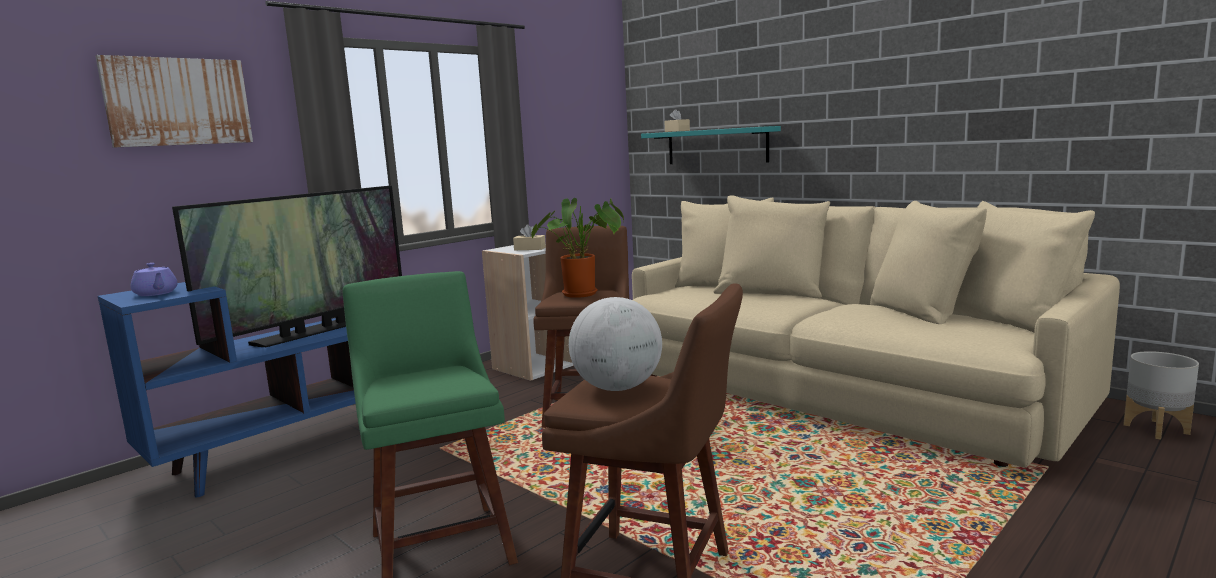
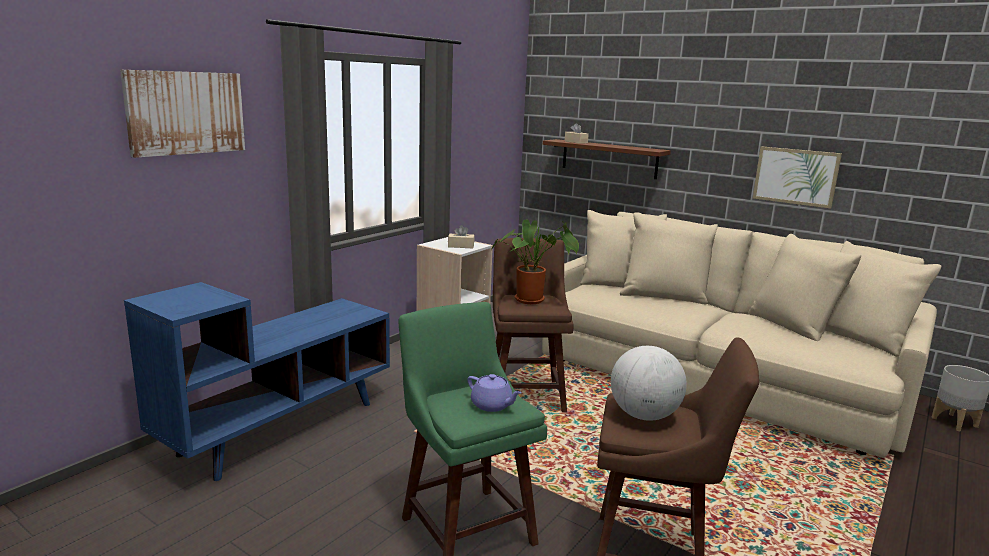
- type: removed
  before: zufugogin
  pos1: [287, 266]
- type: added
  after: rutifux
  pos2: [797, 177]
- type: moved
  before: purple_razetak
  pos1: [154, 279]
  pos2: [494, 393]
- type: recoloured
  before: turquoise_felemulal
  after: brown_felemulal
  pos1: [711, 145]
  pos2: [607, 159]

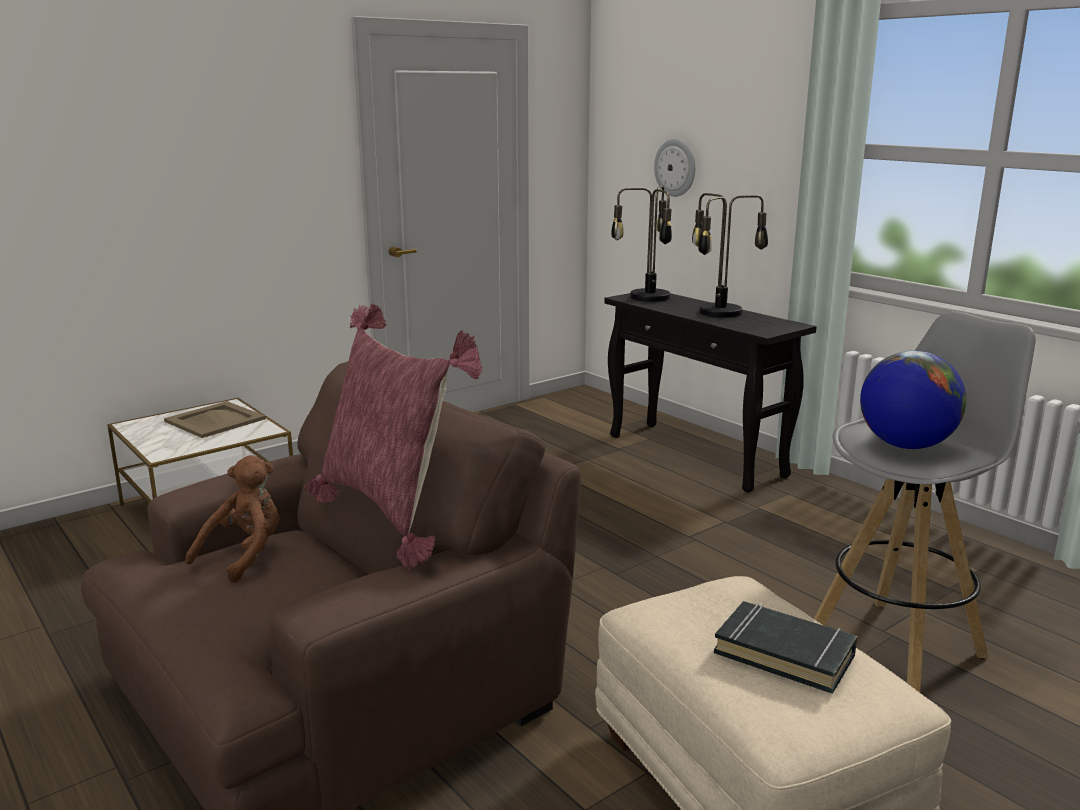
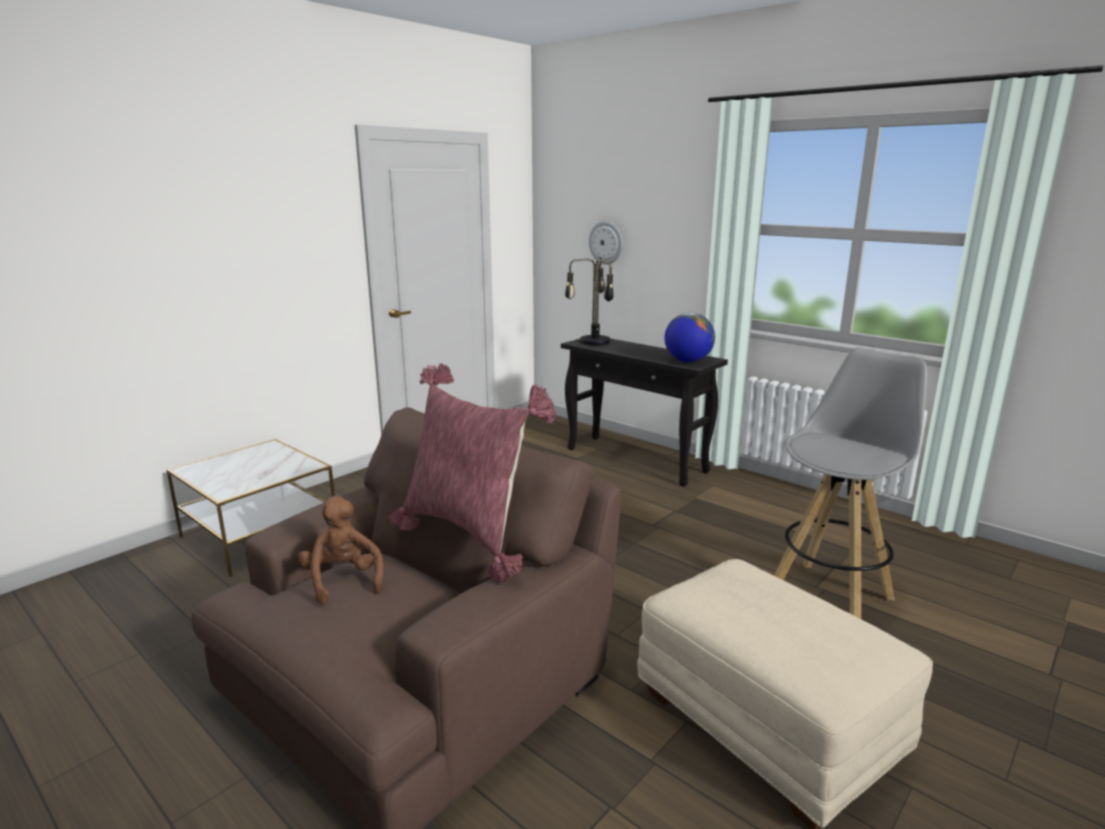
- type: removed
  before: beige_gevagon
  pos1: [215, 419]
- type: removed
  before: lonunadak
  pos1: [730, 255]
- type: removed
  before: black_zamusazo
  pos1: [785, 647]
- type: moved
  before: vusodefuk
  pos1: [913, 400]
  pos2: [690, 338]
- type: turned
  before: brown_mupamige
  pos1: [232, 519]
  pos2: [341, 550]
  turn: -45

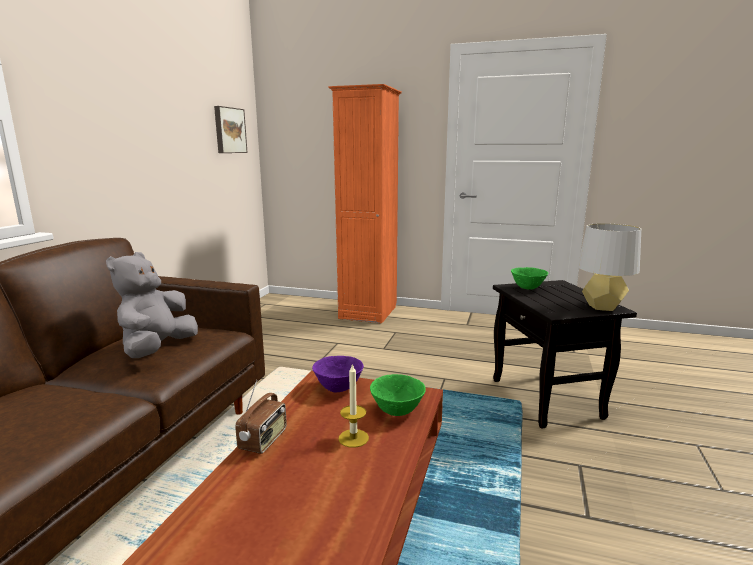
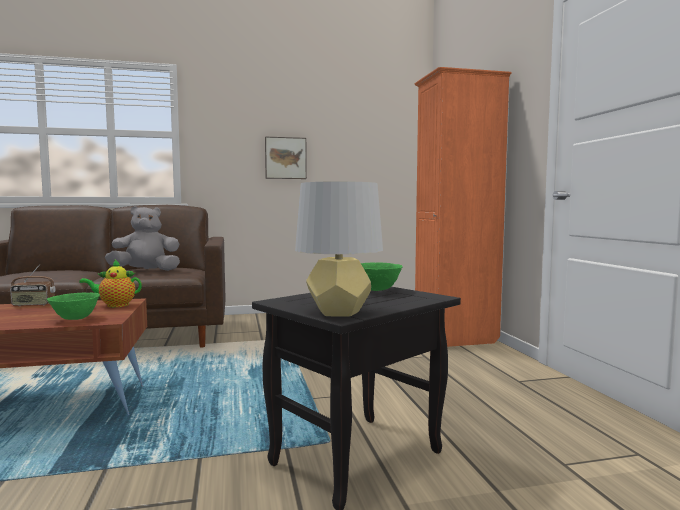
- type: removed
  before: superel
  pos1: [353, 405]
- type: moved
  before: rutifux
  pos1: [231, 129]
  pos2: [286, 158]
- type: replaced
  before: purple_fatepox
  after: razetak
  pos1: [338, 374]
  pos2: [110, 283]

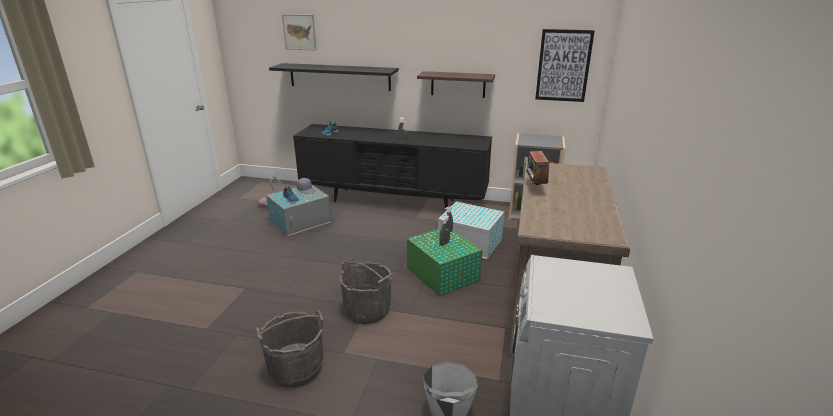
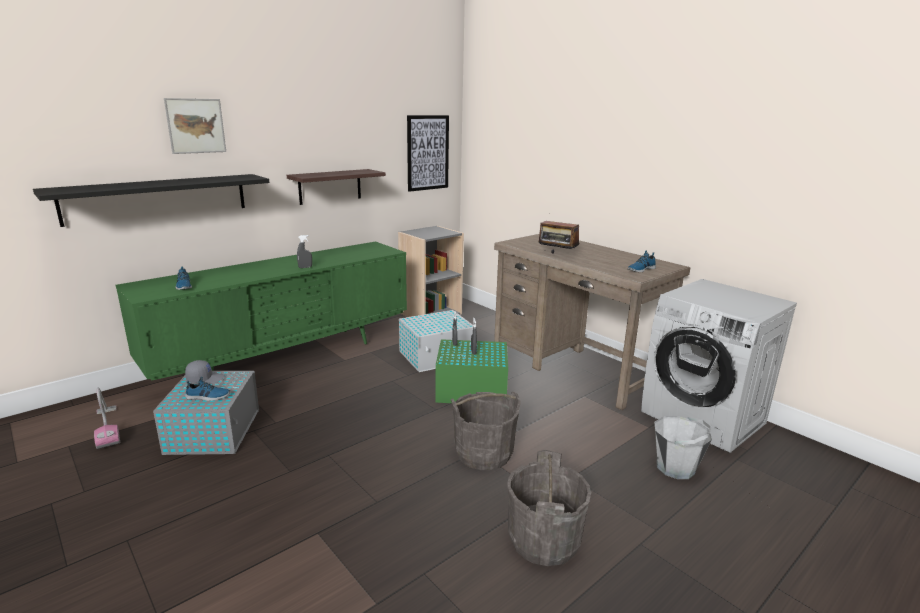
- type: added
  after: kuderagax
  pos2: [641, 261]
- type: moved
  before: rutifux
  pos1: [299, 32]
  pos2: [195, 126]
- type: recoloured
  before: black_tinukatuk
  after: green_tinukatuk
  pos1: [392, 168]
  pos2: [261, 310]

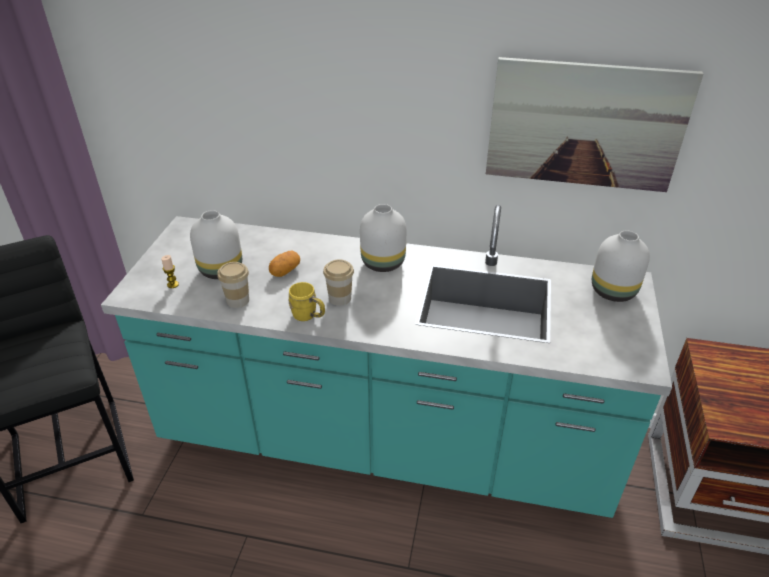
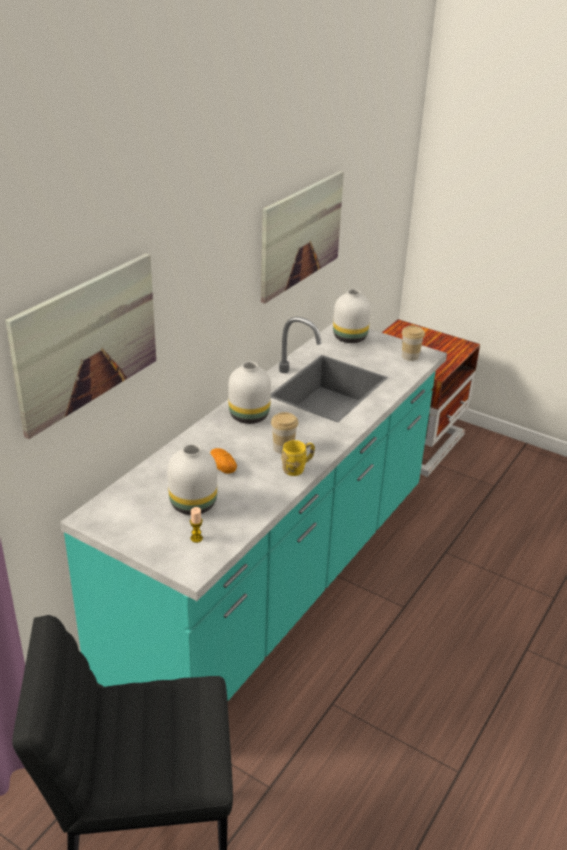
- type: added
  after: rutifux
  pos2: [80, 346]
- type: moved
  before: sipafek
  pos1: [233, 285]
  pos2: [413, 343]

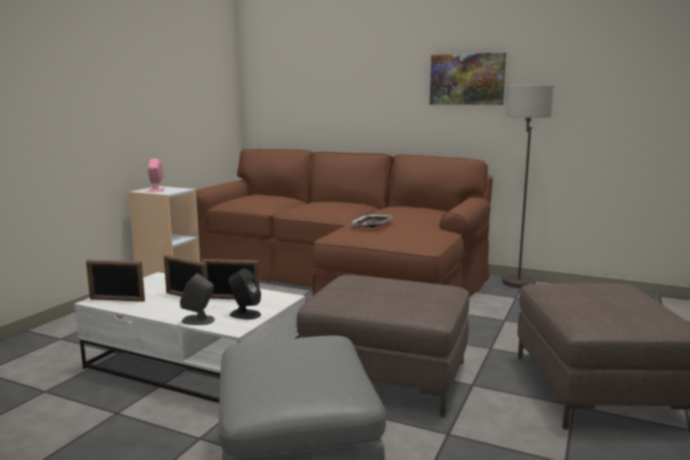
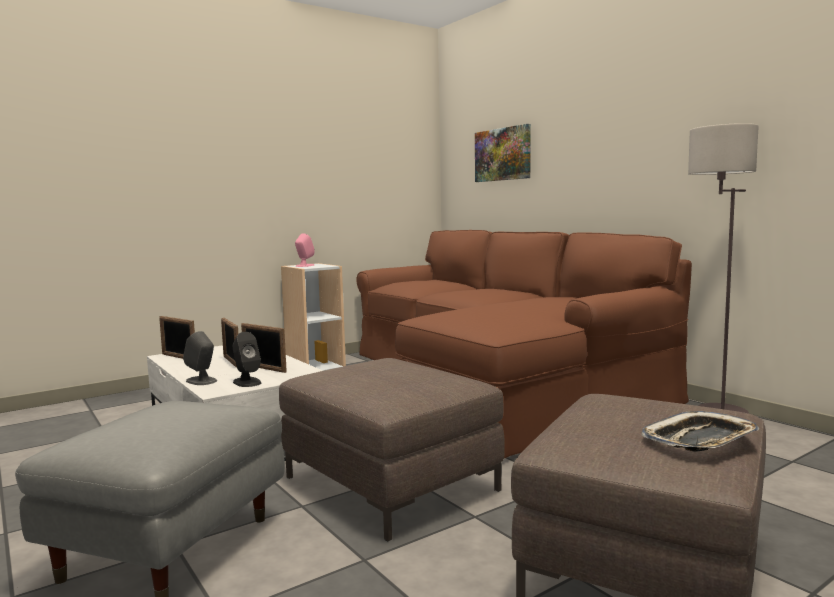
- type: moved
  before: gevagon
  pos1: [372, 221]
  pos2: [700, 431]
- type: moved
  before: rutifux
  pos1: [468, 78]
  pos2: [503, 153]

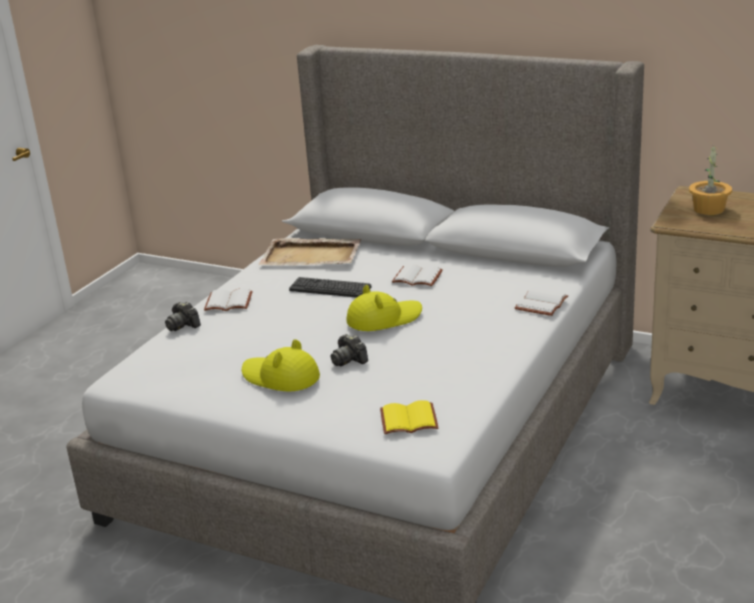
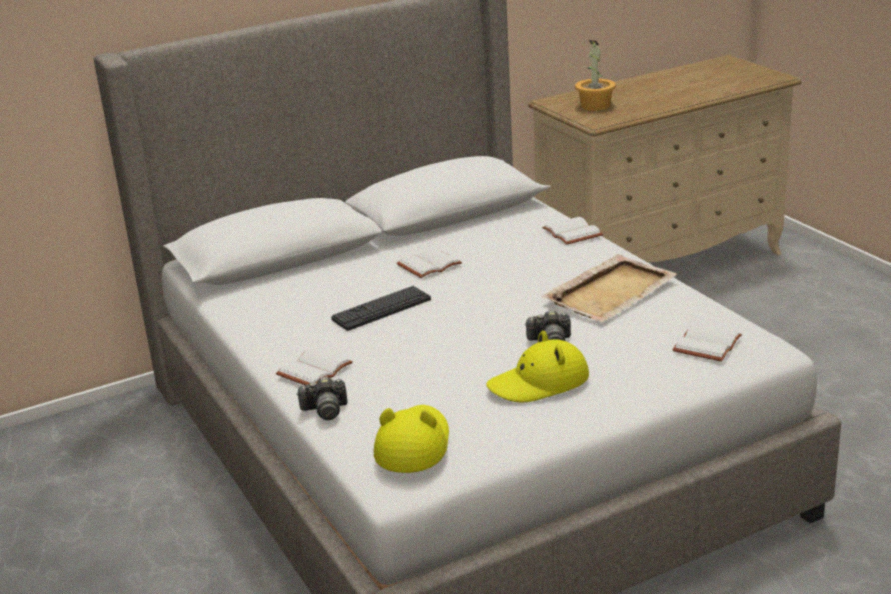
- type: moved
  before: beige_gevagon
  pos1: [310, 252]
  pos2: [609, 288]
- type: moved
  before: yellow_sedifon
  pos1: [384, 308]
  pos2: [411, 439]
- type: recoloured
  before: yellow_zamusazo
  after: white_zamusazo
  pos1: [409, 417]
  pos2: [707, 342]

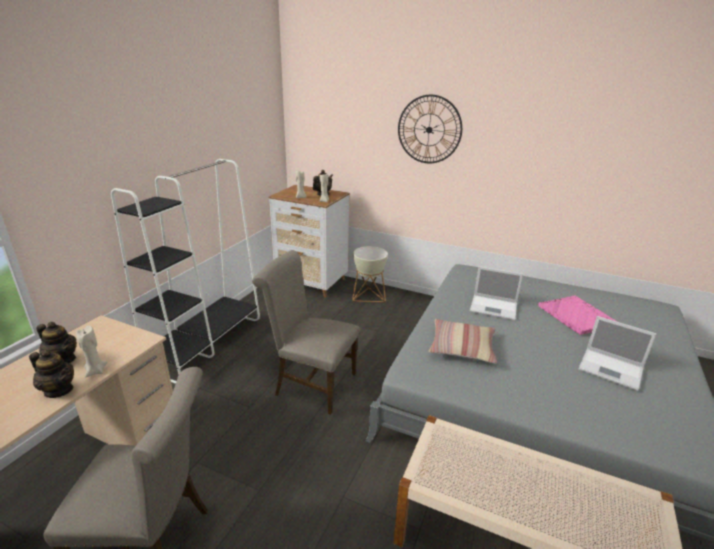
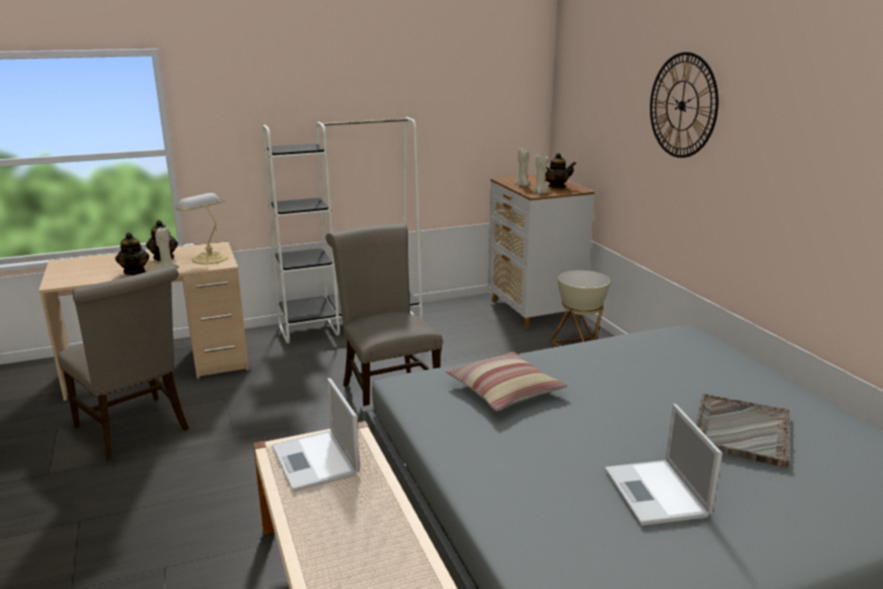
- type: added
  after: lonunadak
  pos2: [201, 229]
- type: moved
  before: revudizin
  pos1: [496, 293]
  pos2: [316, 435]
- type: recoloured
  before: pink_gevagon
  after: grey_gevagon
  pos1: [577, 315]
  pos2: [742, 431]

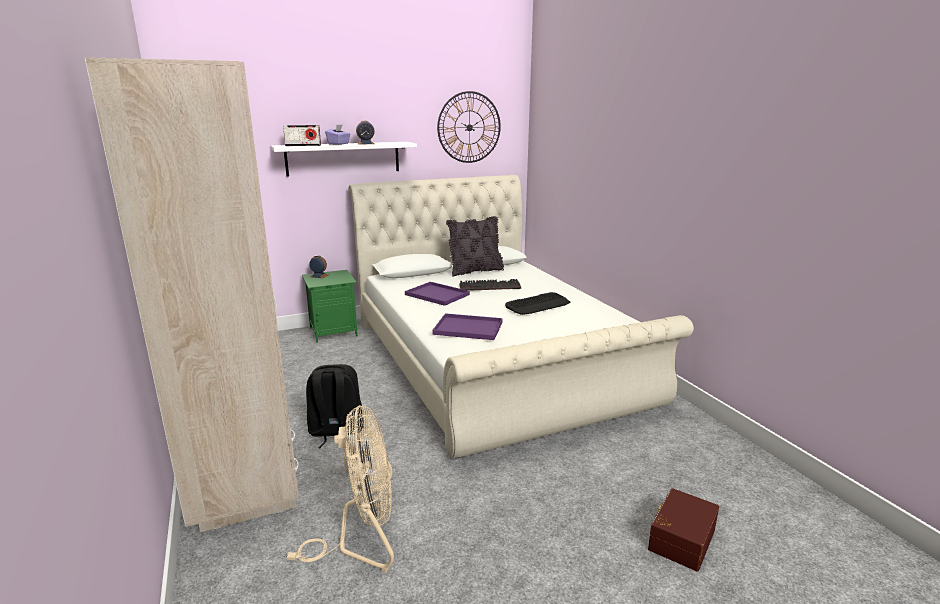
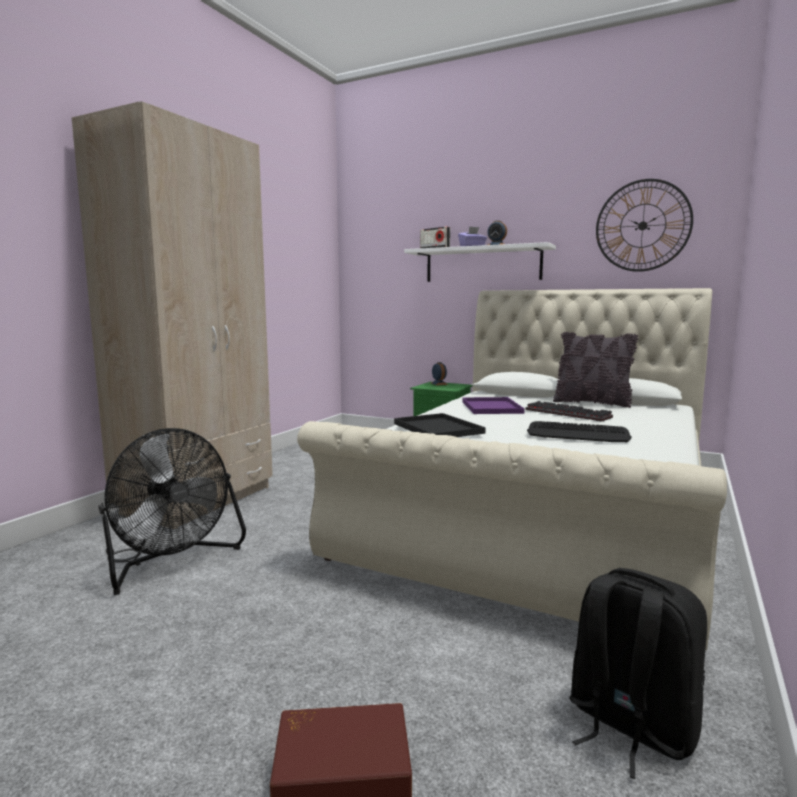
- type: moved
  before: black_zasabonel
  pos1: [335, 406]
  pos2: [638, 673]
- type: recoloured
  before: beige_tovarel
  after: black_tovarel
  pos1: [340, 489]
  pos2: [172, 511]
- type: recoloured
  before: purple_gevagon
  after: black_gevagon
  pos1: [467, 326]
  pos2: [440, 425]

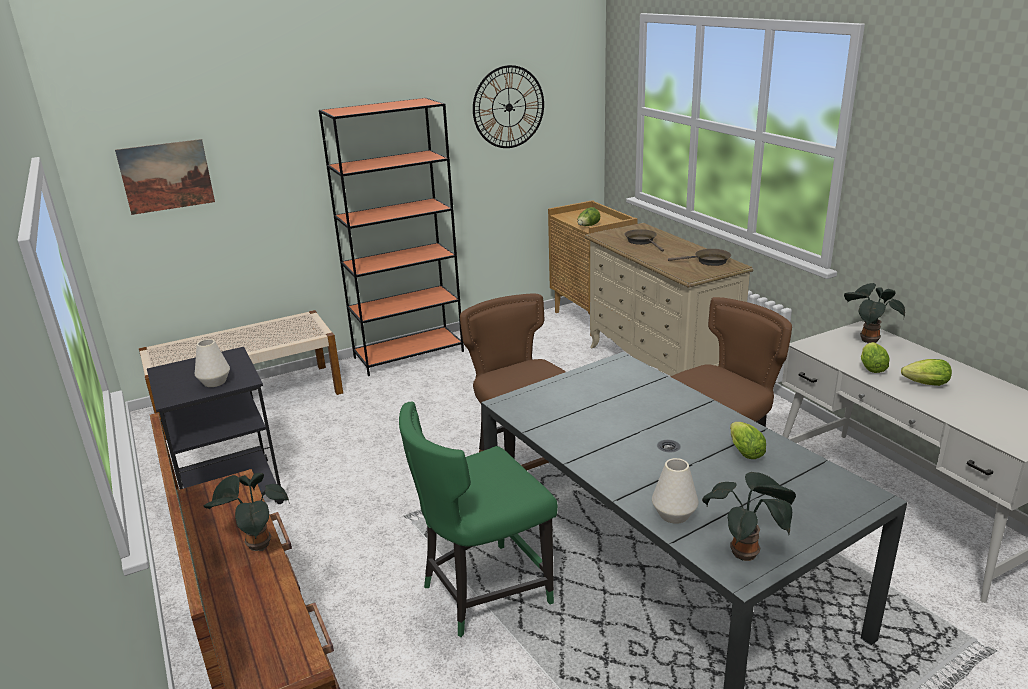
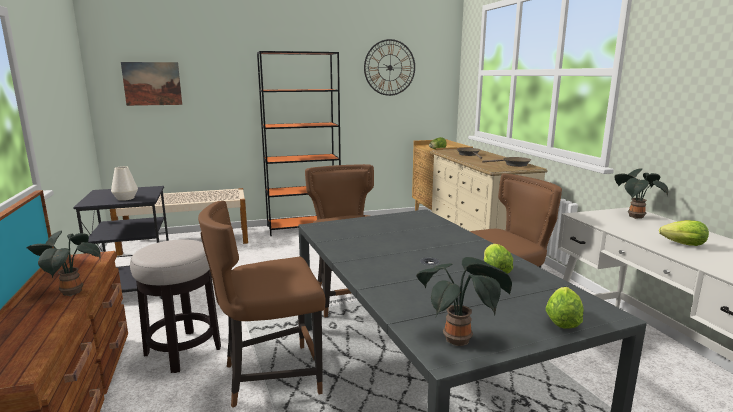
- type: removed
  before: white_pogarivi
  pos1: [675, 491]
- type: added
  after: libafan
  pos2: [175, 306]
- type: moved
  before: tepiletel
  pos1: [875, 357]
  pos2: [565, 308]
- type: recoloured
  before: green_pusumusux
  after: brown_pusumusux
  pos1: [478, 519]
  pos2: [262, 304]

